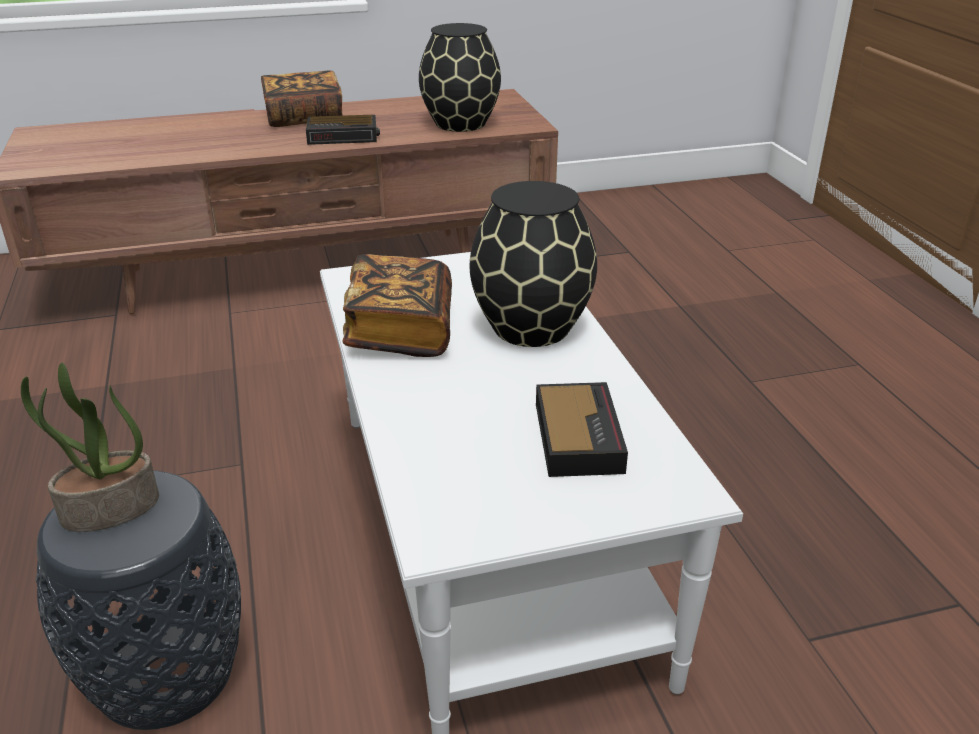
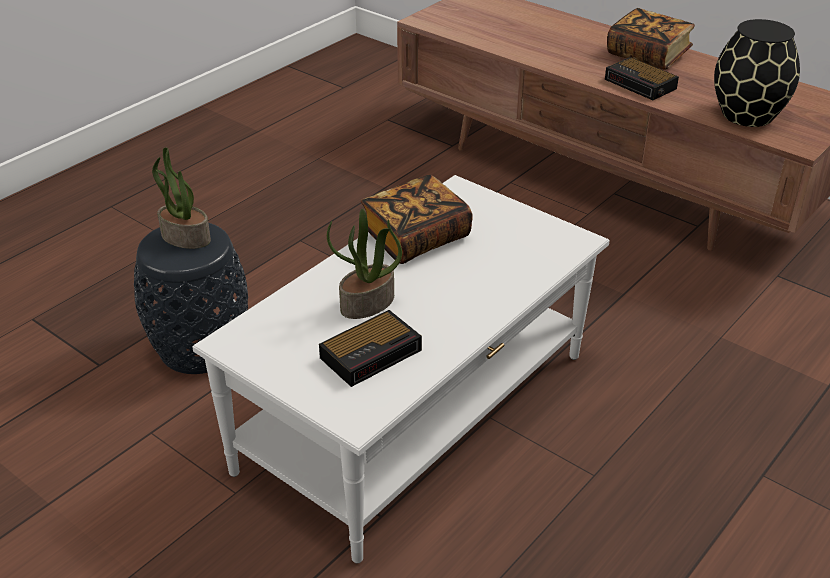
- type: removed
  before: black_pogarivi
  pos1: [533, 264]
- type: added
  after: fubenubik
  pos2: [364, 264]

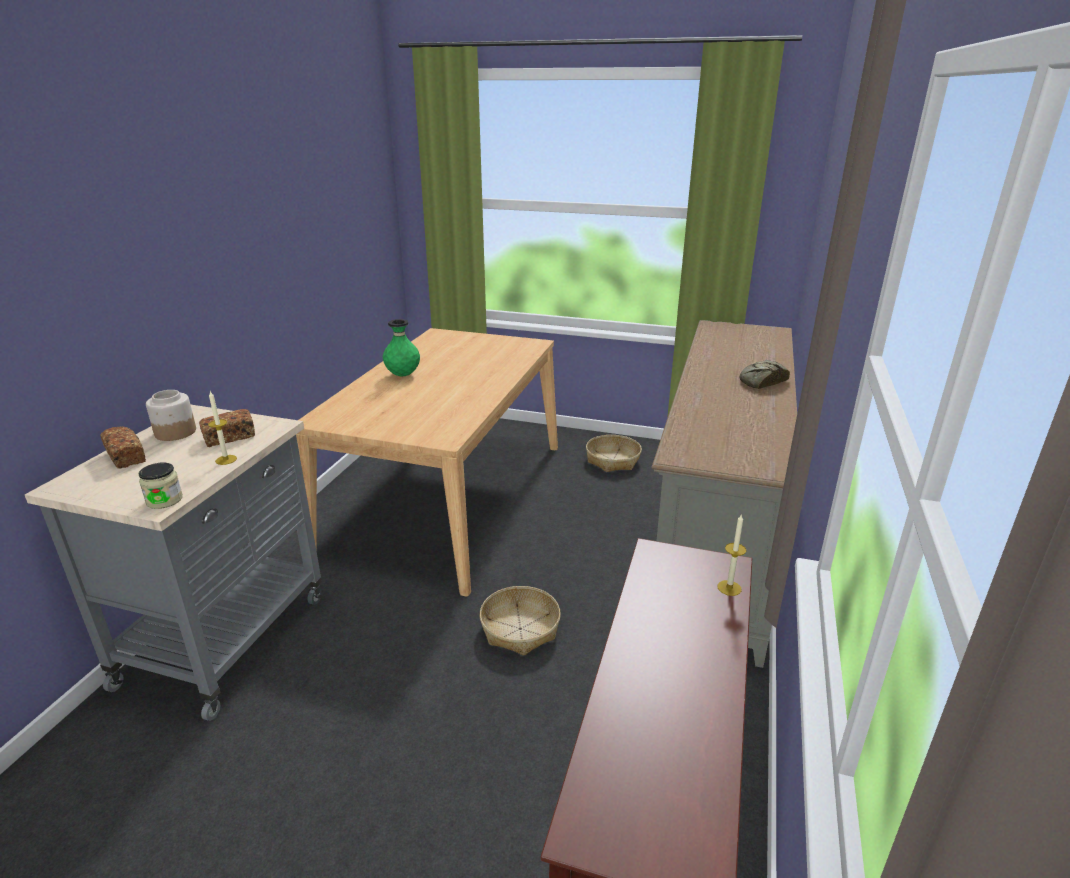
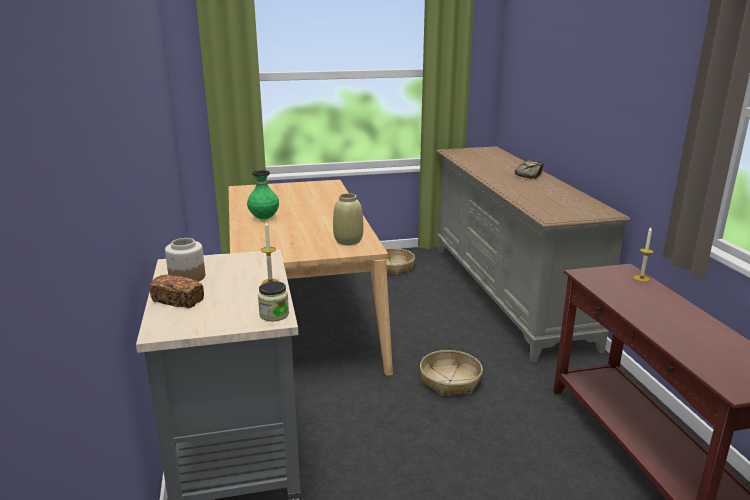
- type: removed
  before: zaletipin
  pos1: [227, 428]
- type: added
  after: beige_pogarivi
  pos2: [348, 219]

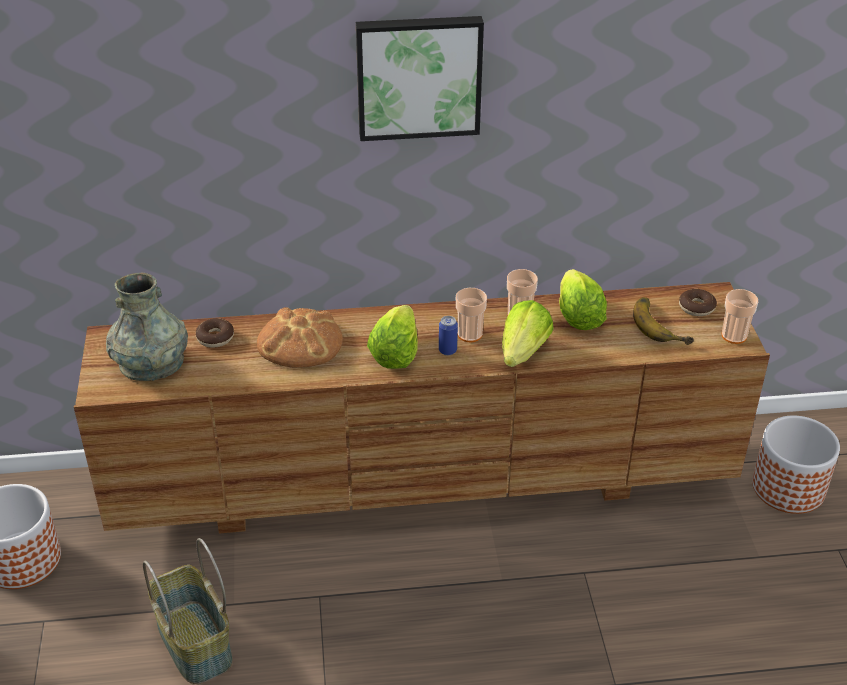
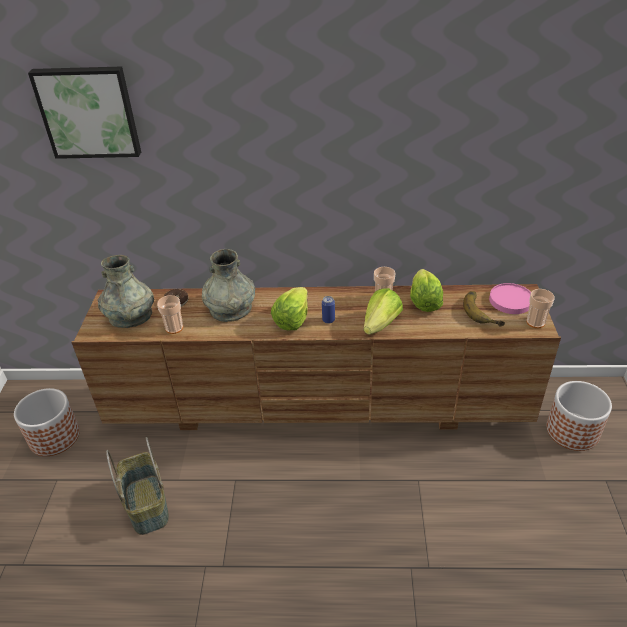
- type: moved
  before: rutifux
  pos1: [420, 78]
  pos2: [84, 112]
- type: moved
  before: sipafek
  pos1: [471, 315]
  pos2: [170, 314]
- type: replaced
  before: zaletipin
  after: grey_pogarivi
  pos1: [300, 337]
  pos2: [228, 285]
- type: replaced
  before: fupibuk
  after: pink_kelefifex
  pos1: [698, 302]
  pos2: [510, 298]

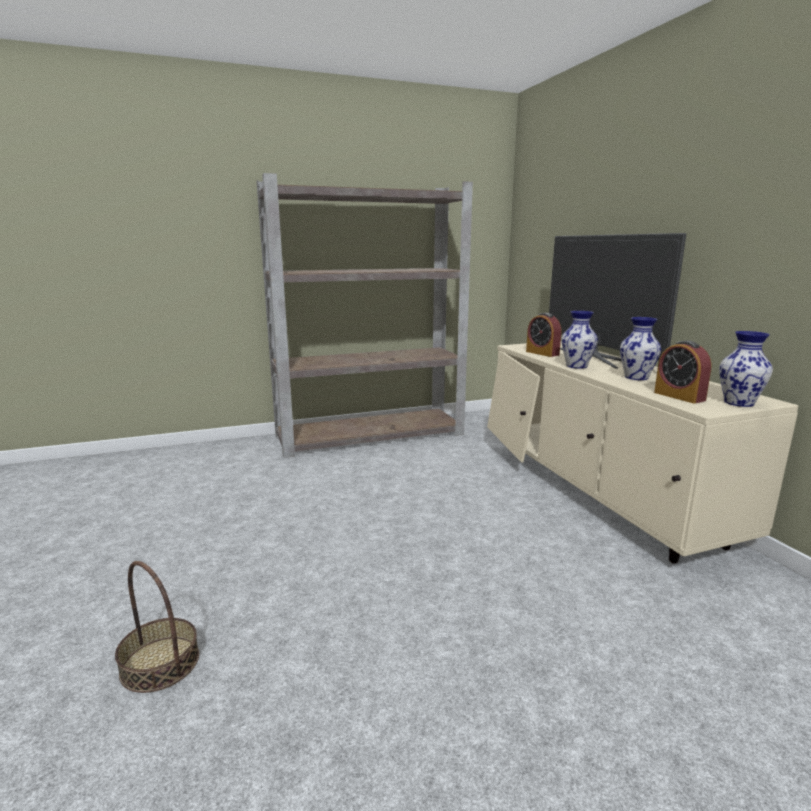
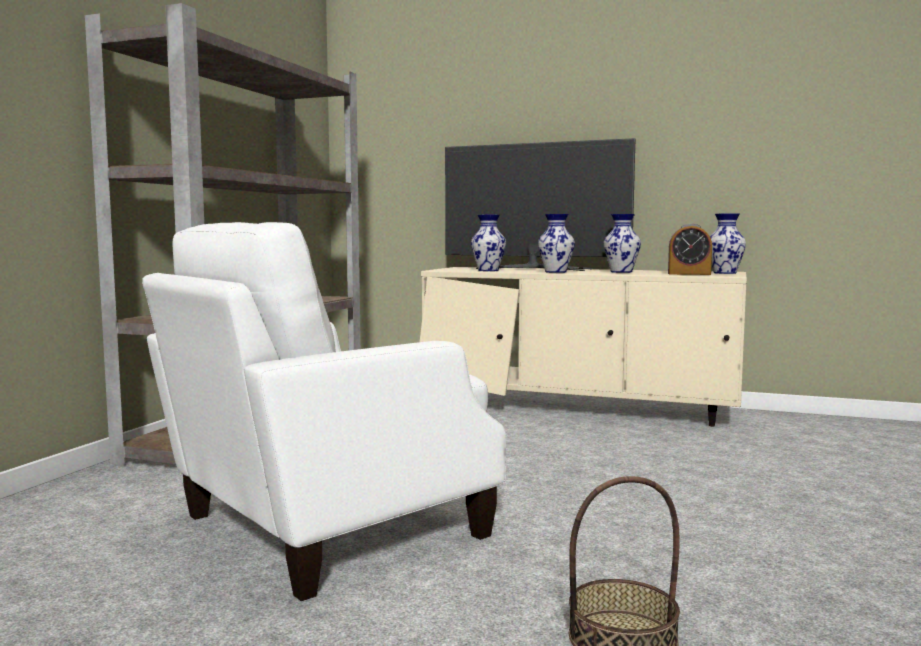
- type: added
  after: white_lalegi
  pos2: [324, 411]
- type: replaced
  before: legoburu
  after: pogarivi
  pos1: [543, 335]
  pos2: [488, 243]

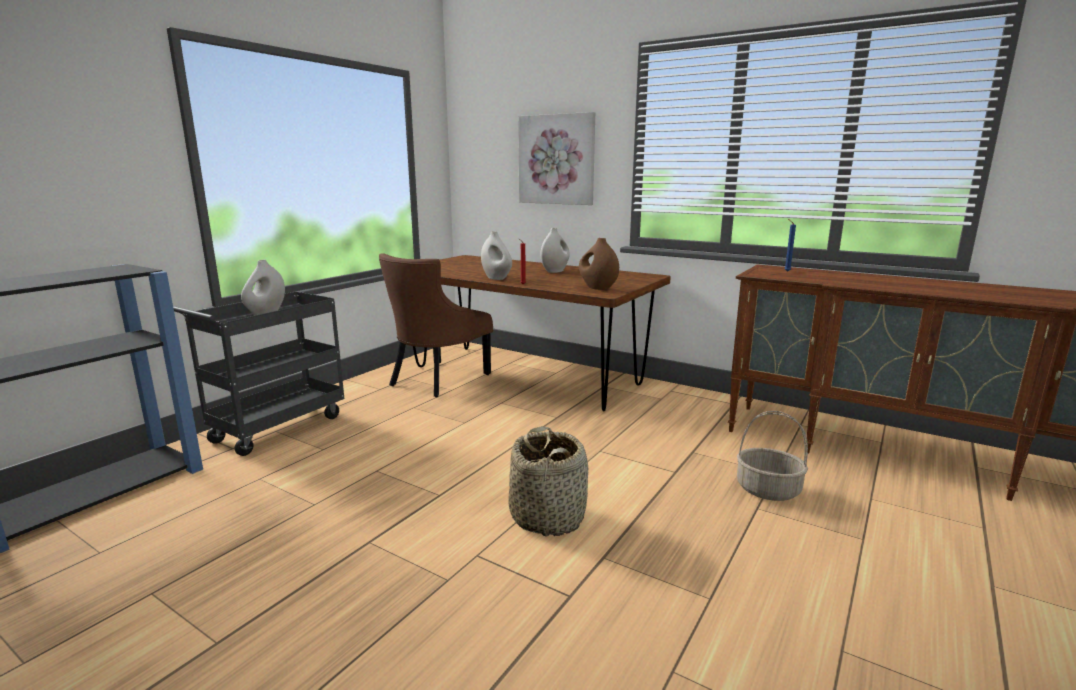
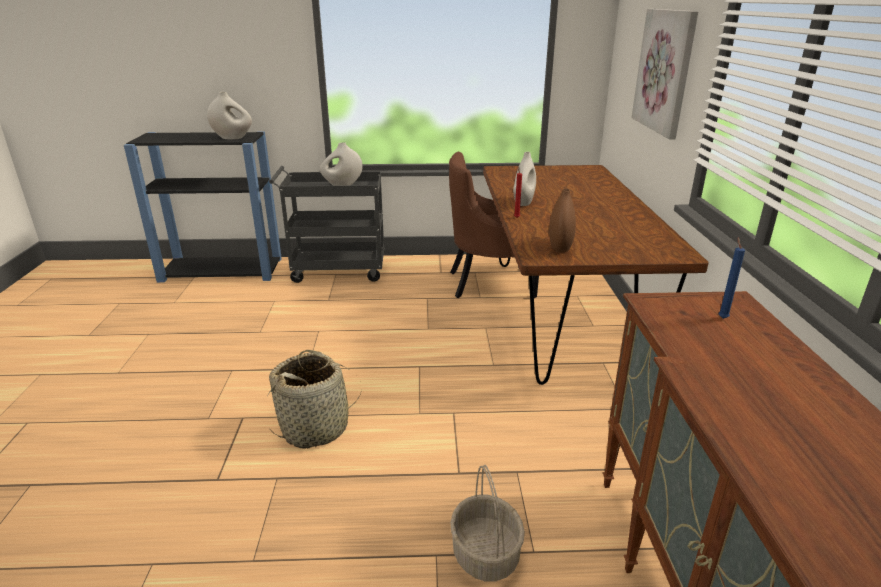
- type: moved
  before: white_pogarivi
  pos1: [555, 250]
  pos2: [229, 115]

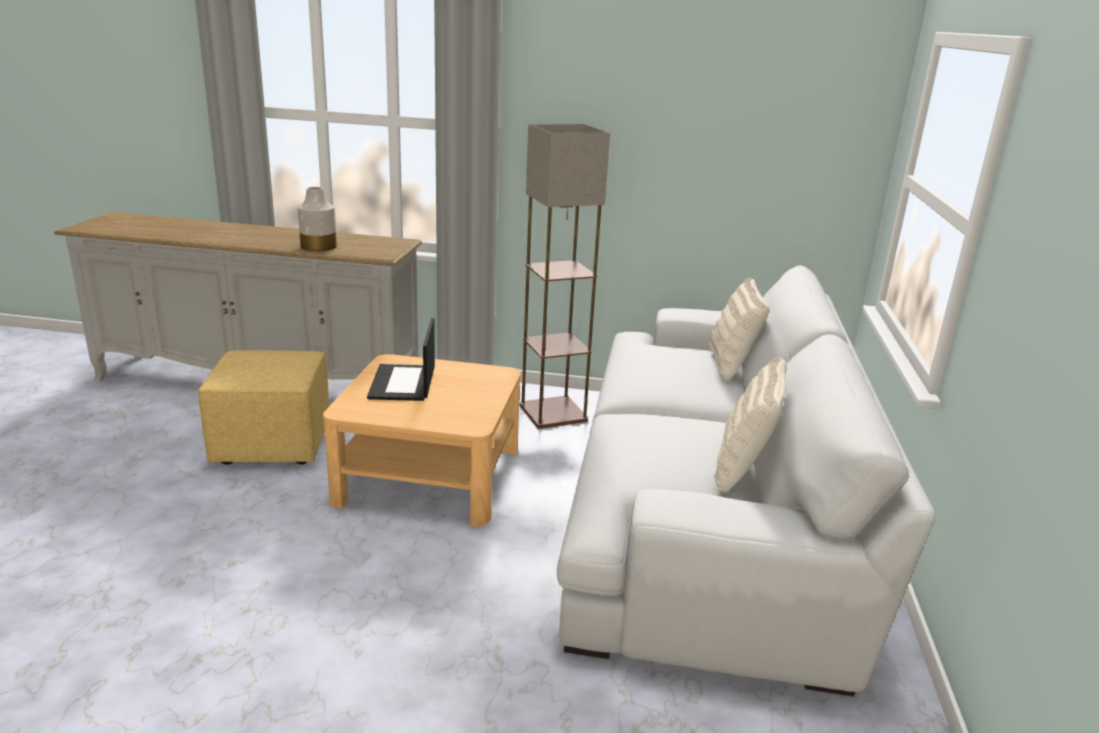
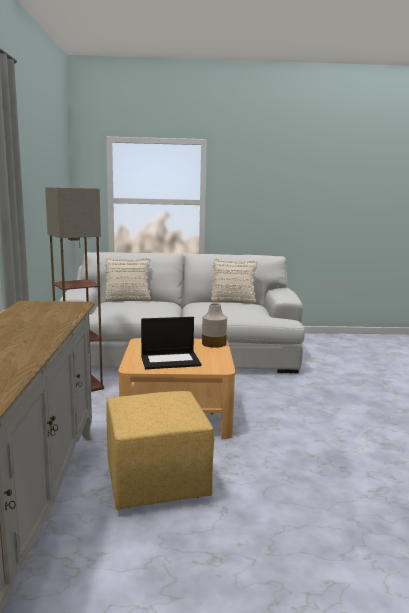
- type: moved
  before: beige_pogarivi
  pos1: [317, 219]
  pos2: [214, 325]

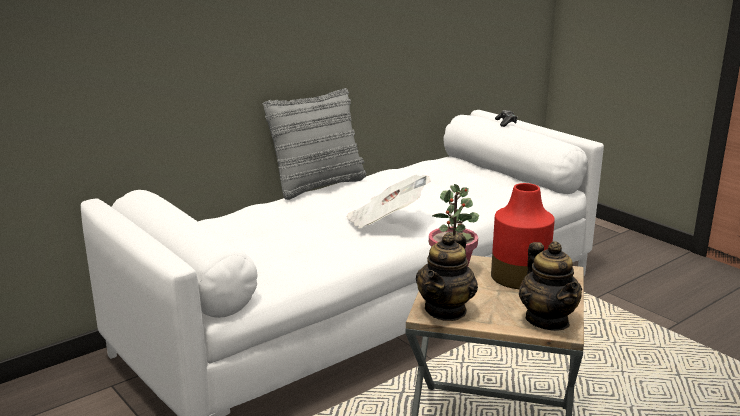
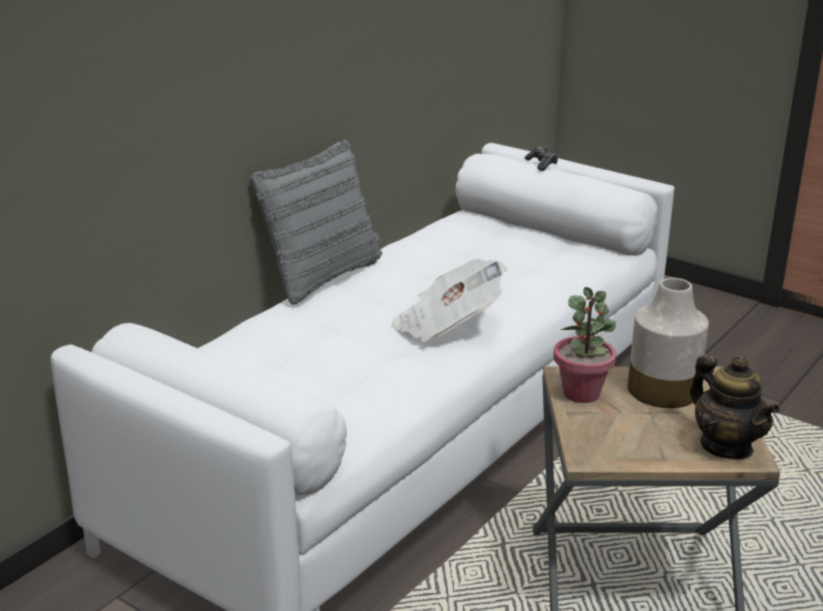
- type: removed
  before: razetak
  pos1: [447, 276]
- type: recoloured
  before: red_pogarivi
  after: beige_pogarivi
  pos1: [523, 236]
  pos2: [668, 343]

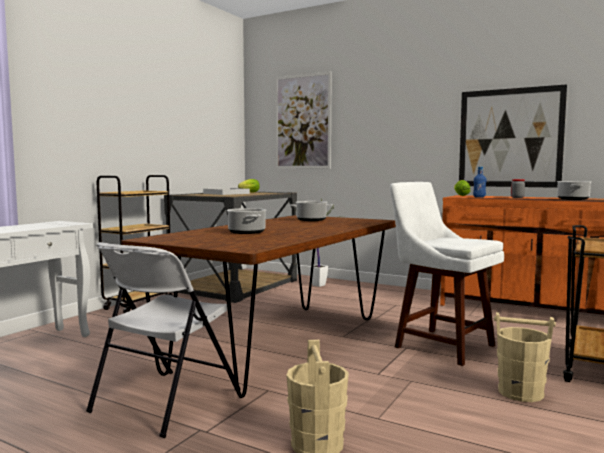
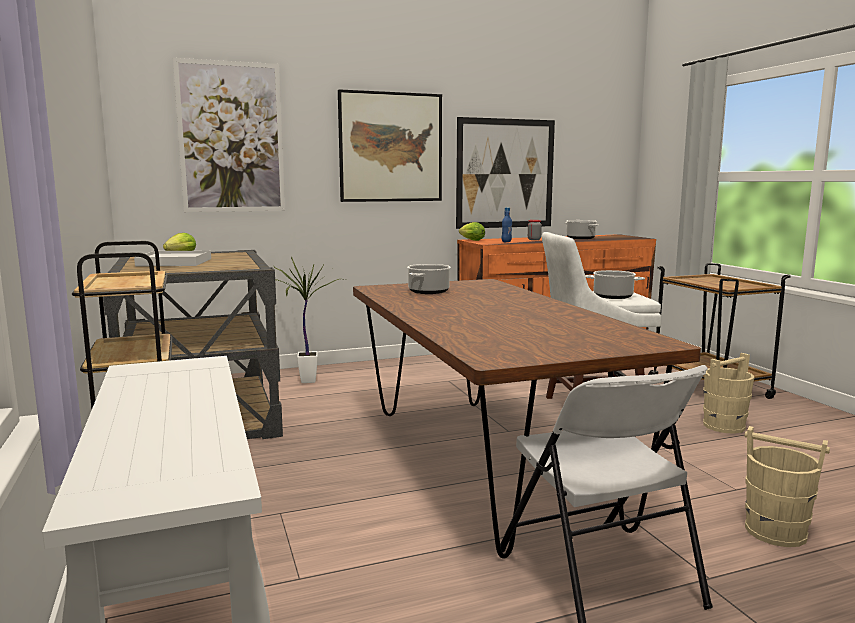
- type: added
  after: rutifux
  pos2: [390, 145]
- type: moved
  before: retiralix
  pos1: [246, 221]
  pos2: [615, 284]

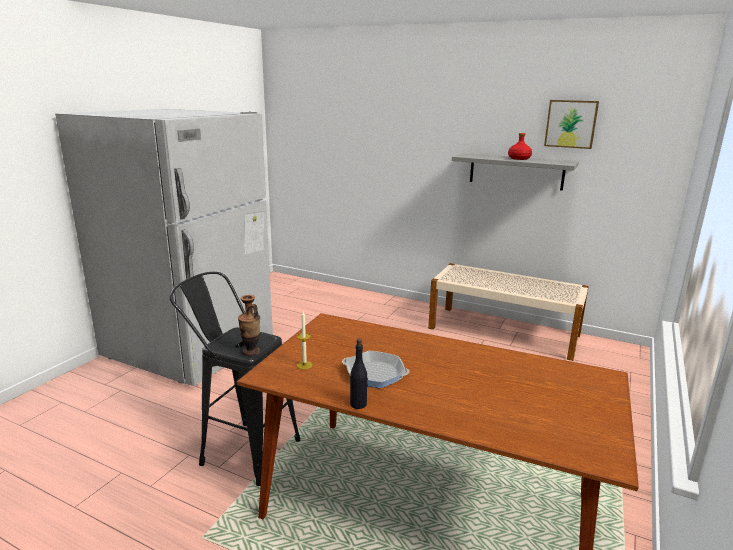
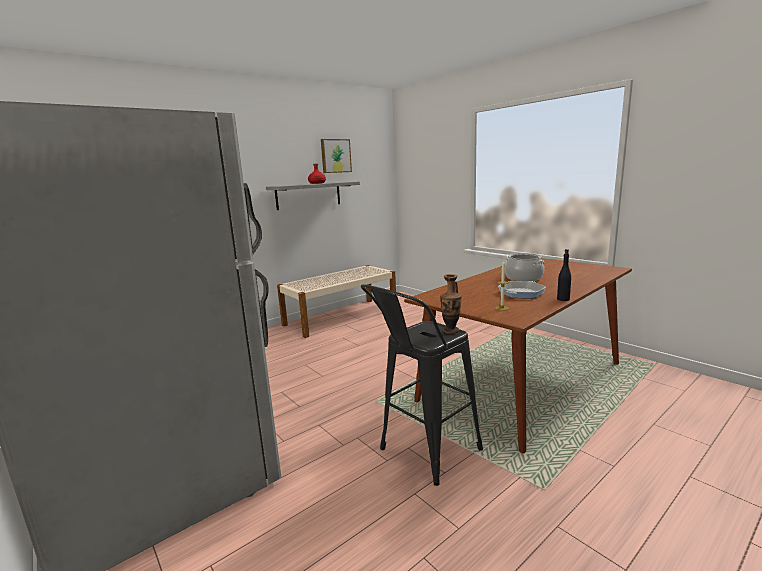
- type: added
  after: retiralix
  pos2: [525, 267]

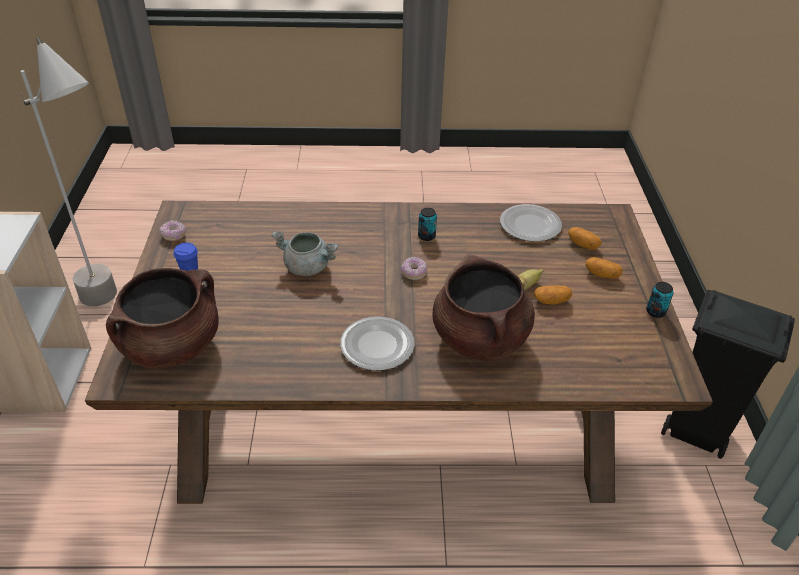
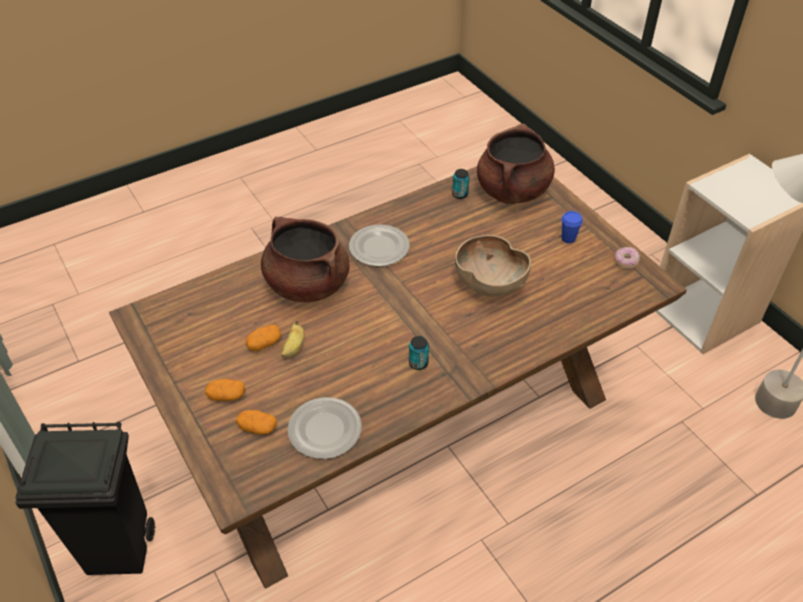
- type: removed
  before: fupibuk
  pos1: [414, 268]
- type: moved
  before: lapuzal
  pos1: [659, 300]
  pos2: [460, 184]
- type: replaced
  before: grey_retiralix
  after: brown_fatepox
  pos1: [305, 253]
  pos2: [493, 266]

